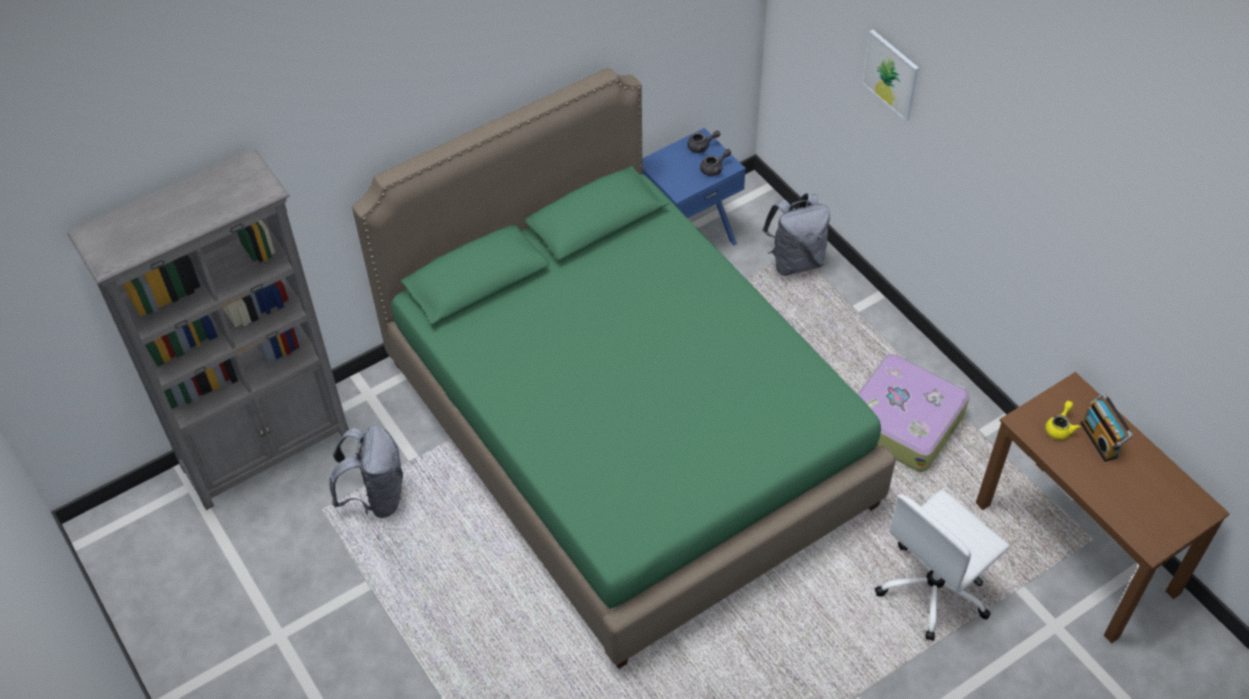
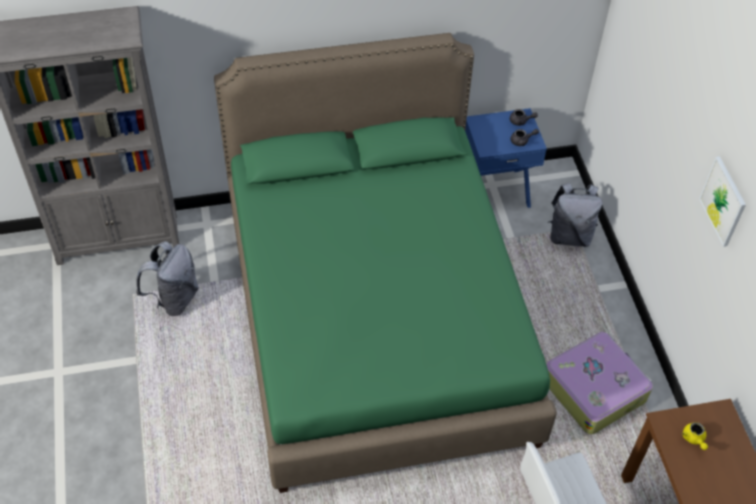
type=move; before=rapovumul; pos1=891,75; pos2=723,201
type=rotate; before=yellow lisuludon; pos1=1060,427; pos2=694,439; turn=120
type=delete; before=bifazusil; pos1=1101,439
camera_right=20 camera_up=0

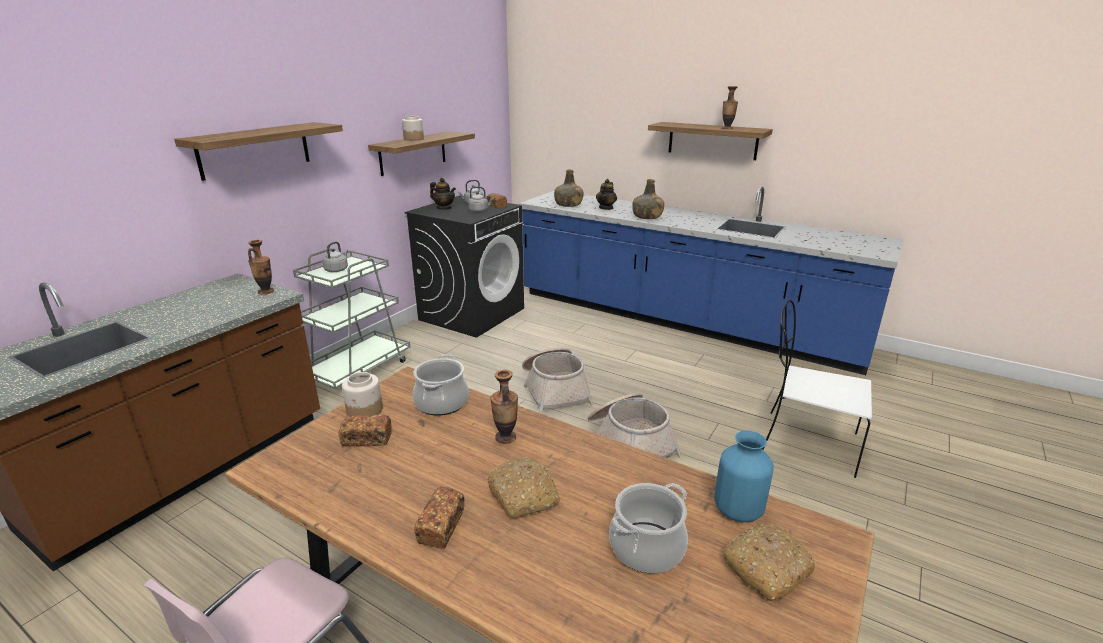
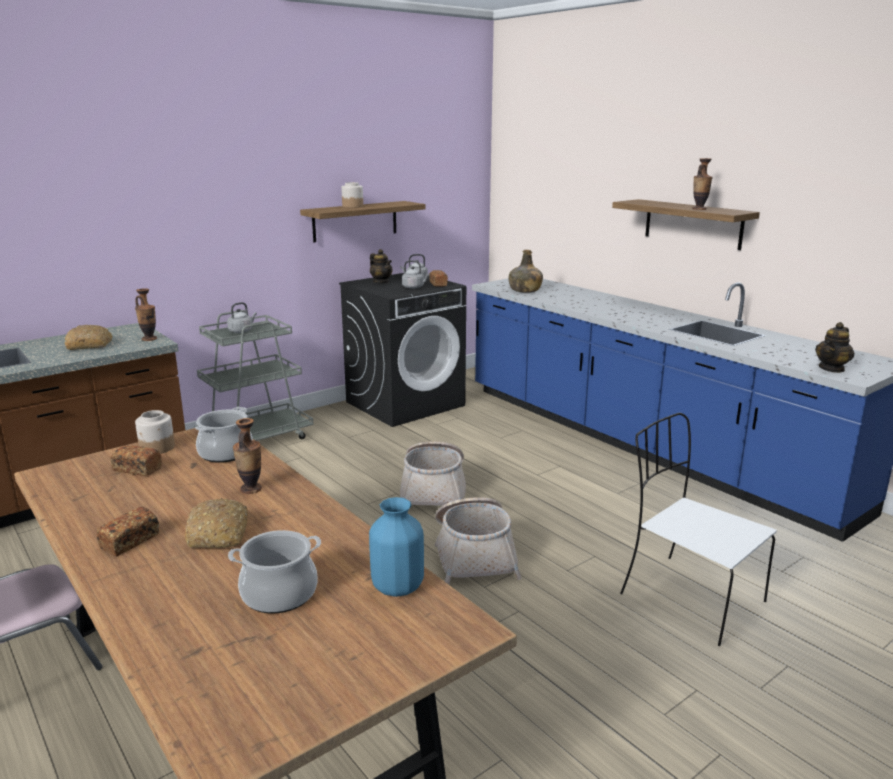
type=delete; before=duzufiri; pos1=255,150
type=move; before=lisuludon; pos1=606,208; pos2=832,368
type=delete; before=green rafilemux; pos1=647,216
type=move; before=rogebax; pos1=767,567; pos2=90,345
camera_right=20 camera_up=-5

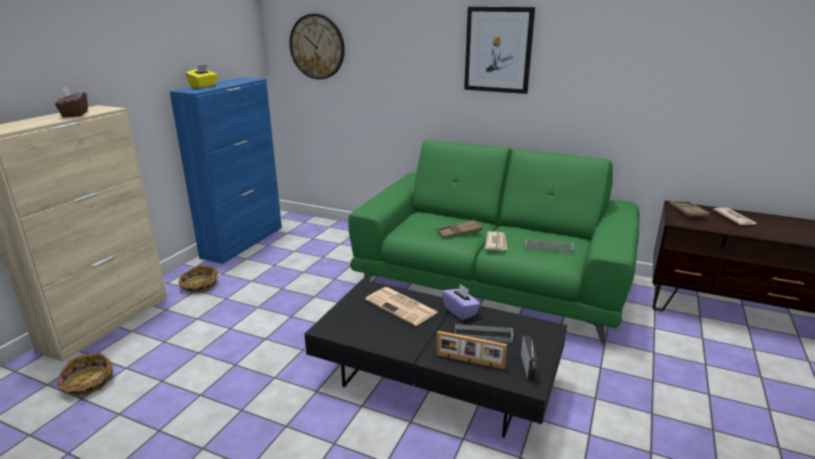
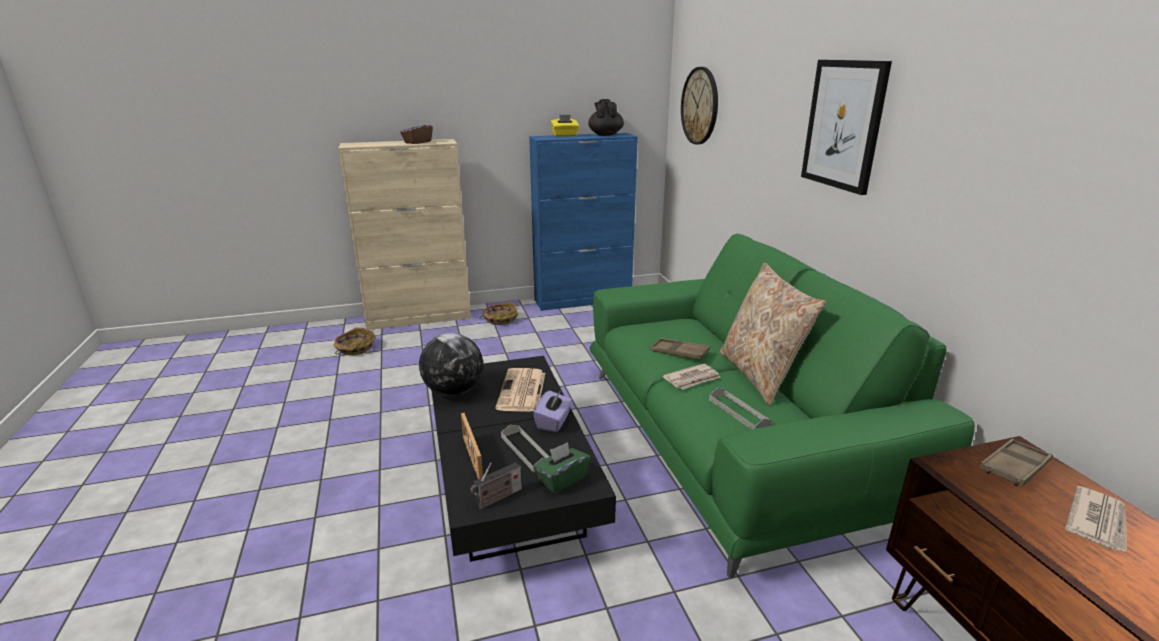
type=insert; after=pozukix; pos2=453,391
type=insert; after=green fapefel; pos2=562,480
type=insert; after=black lisuludon; pos2=605,135
type=insert; after=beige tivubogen; pos2=760,375
camera_right=50 camera_up=0

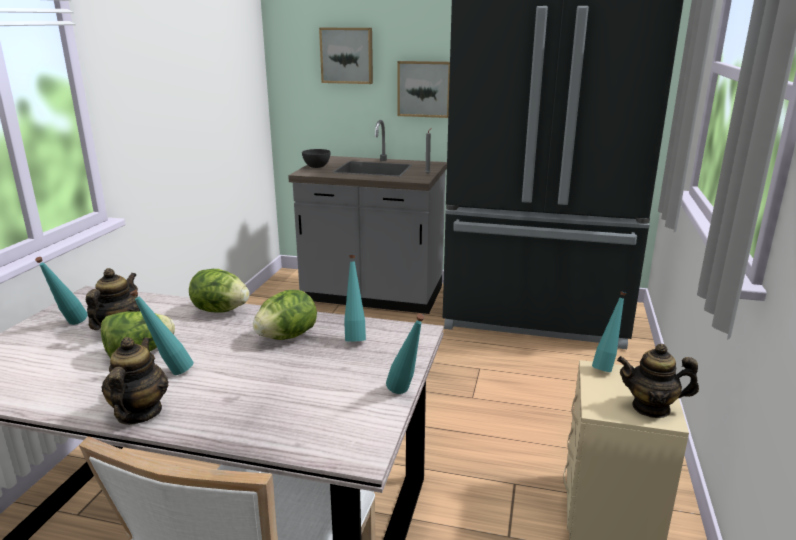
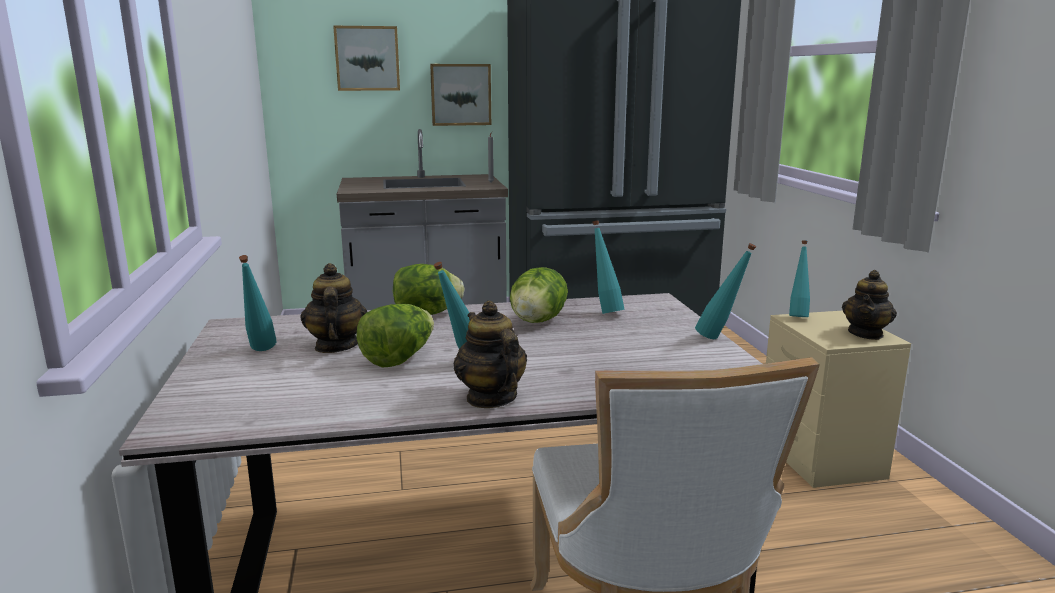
type=delete; before=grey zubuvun; pos1=317,167
type=rotate; before=lisuludon; pos1=651,407; pos2=866,334; turn=-45
camera_right=-25 camera_up=-5

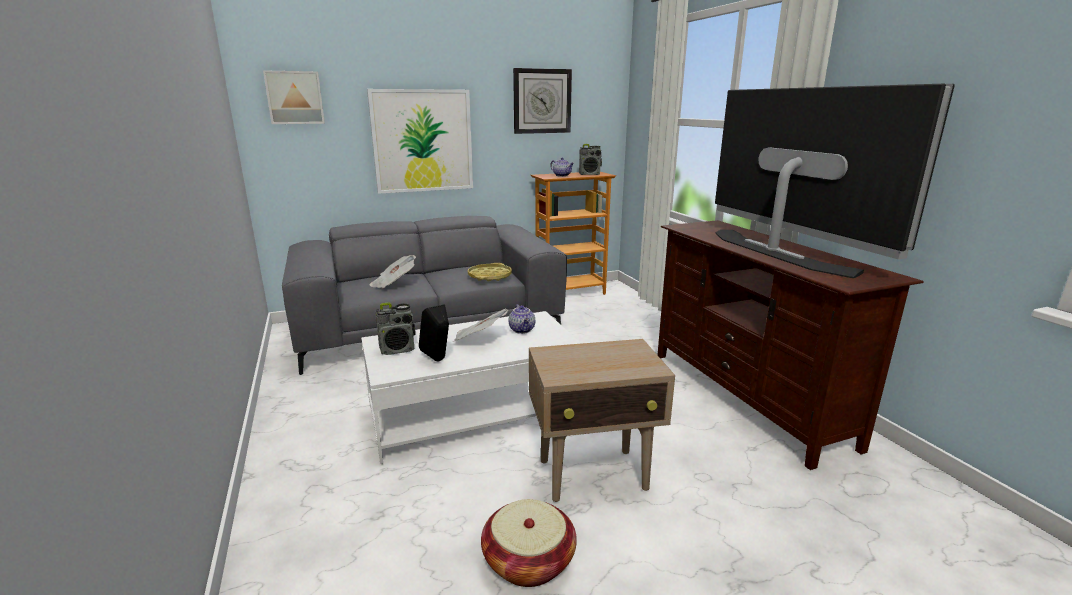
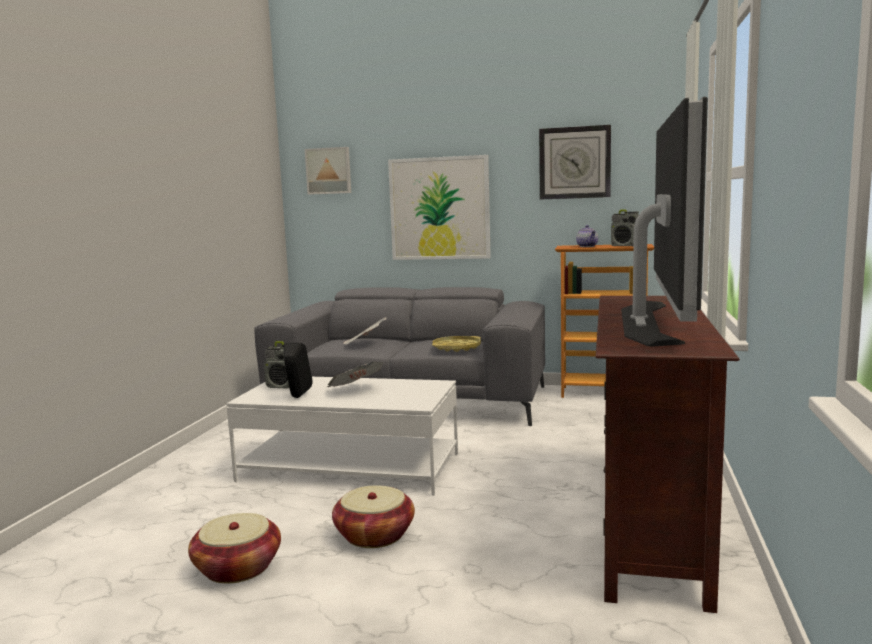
type=delete; before=lisuludon; pos1=522,330
type=replace; before=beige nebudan; after=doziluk; pos1=594,475; pos2=374,535
camera_right=35 camera_up=-10

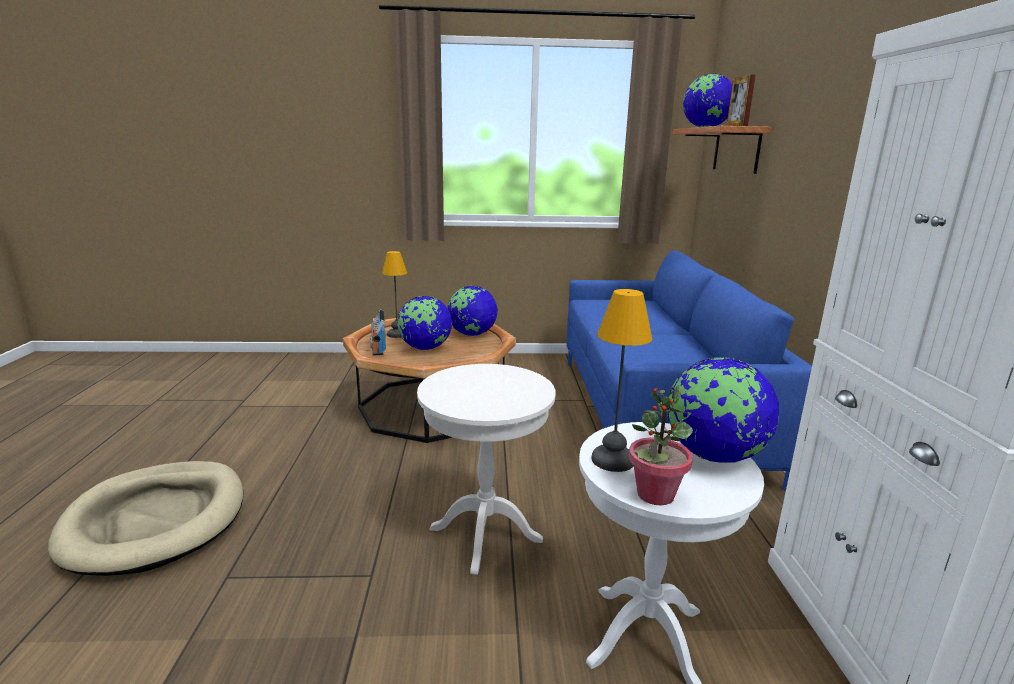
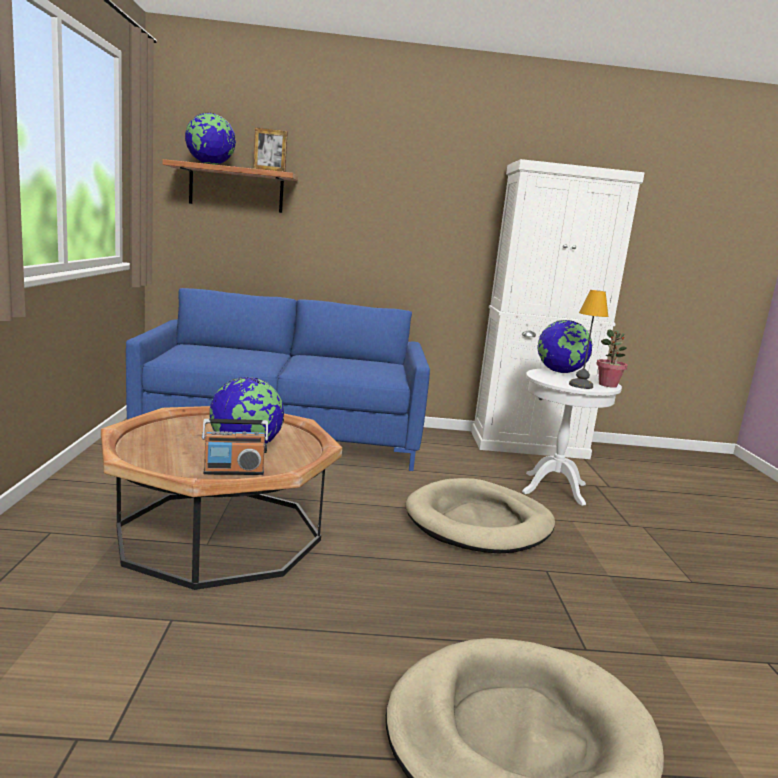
type=delete; before=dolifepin; pos1=397,334
type=replace; before=white nebudan; after=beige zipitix; pos1=485,534; pos2=479,522
type=delete; before=pozukix; pos1=472,334
camera_right=-90 camera_up=-5

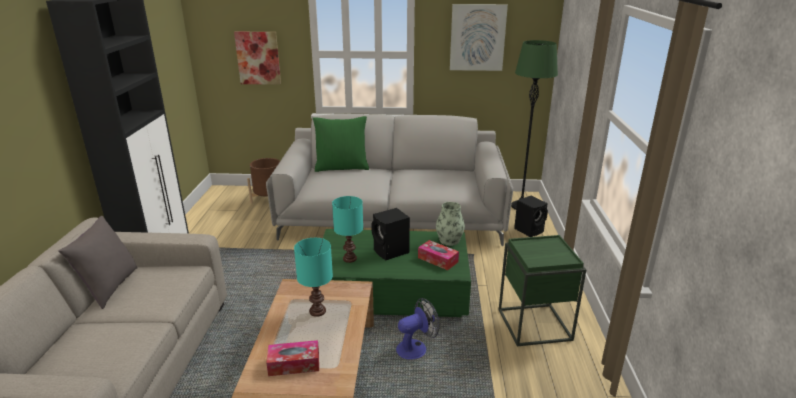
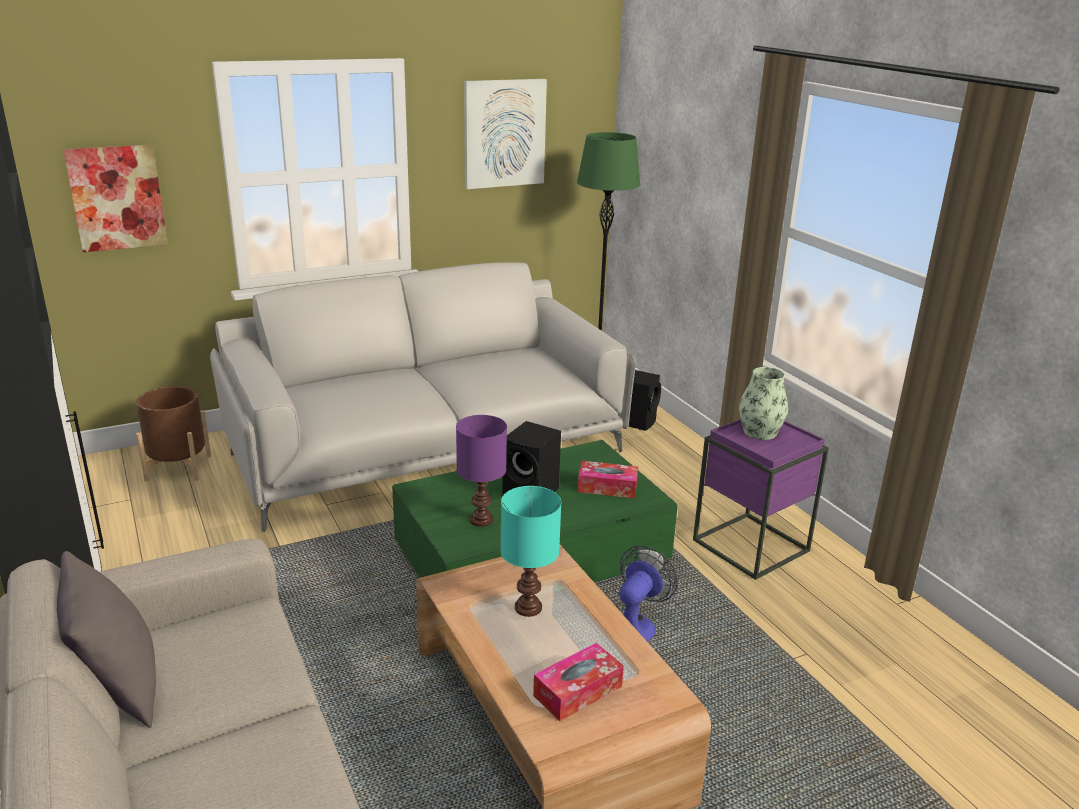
type=delete; before=green tivubogen; pos1=342,167
type=recolor; before=turquoise dolifepin; after=purple dolifepin; pos1=349,259; pos2=481,520
type=move; before=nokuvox; pos1=449,240; pos2=759,432
type=recolor; before=green nebudan; after=purple nebudan; pos1=534,324; pos2=750,545
camera_right=-30 camera_up=0

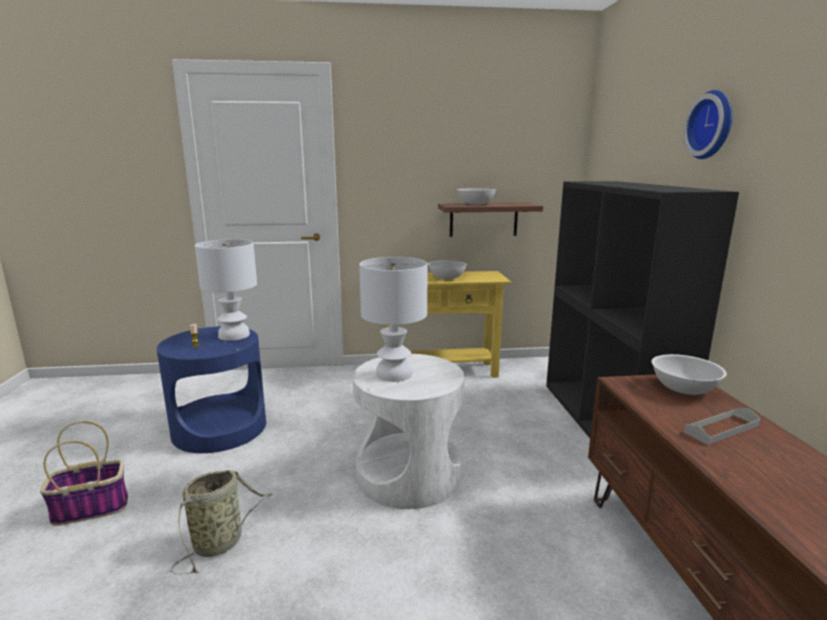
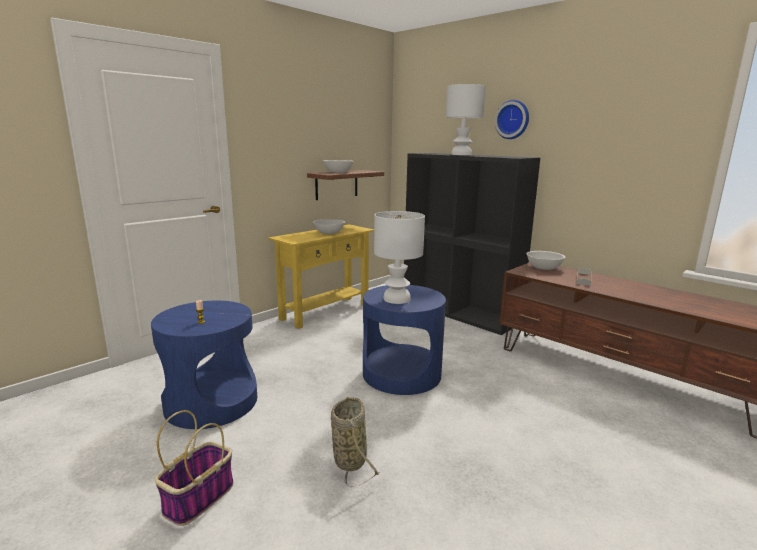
type=move; before=white dolifepin; pos1=235,335; pos2=462,154
type=recolor; before=white nebudan; after=blue nebudan; pos1=409,474; pos2=402,374
camera_right=-40 camera_up=0

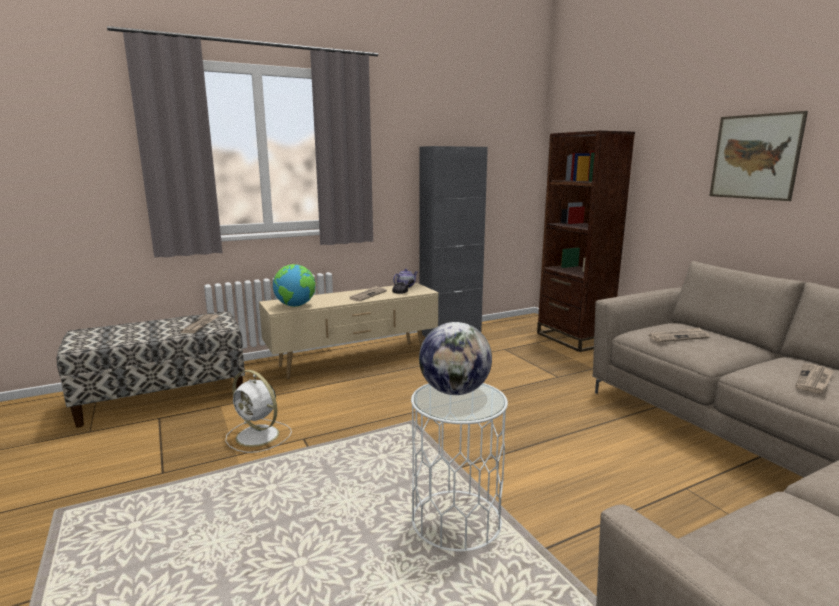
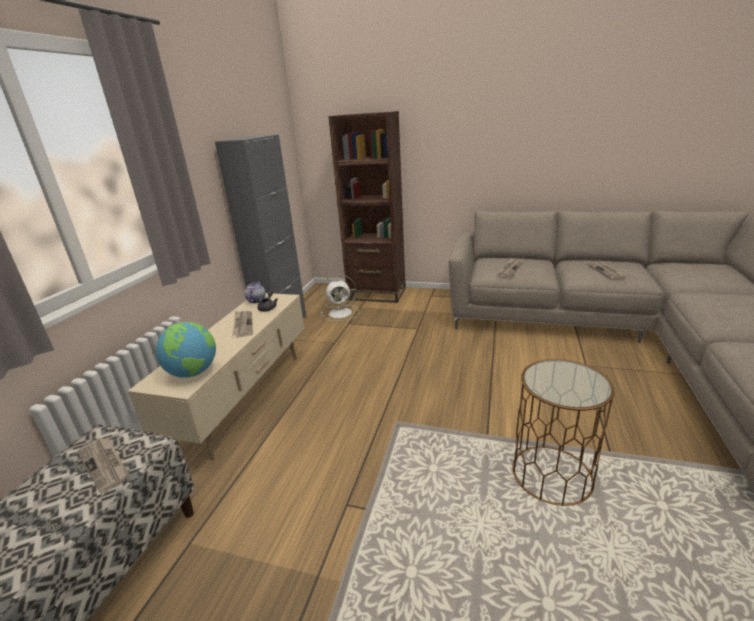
type=move; before=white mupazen; pos1=259,436; pos2=341,313
type=recolor; before=white nebudan; after=brown nebudan; pos1=456,520; pos2=552,475
type=delete; before=pozukix; pos1=454,391
type=delete; before=rapovumul; pos1=755,157
camera_right=-45 camera_up=10

